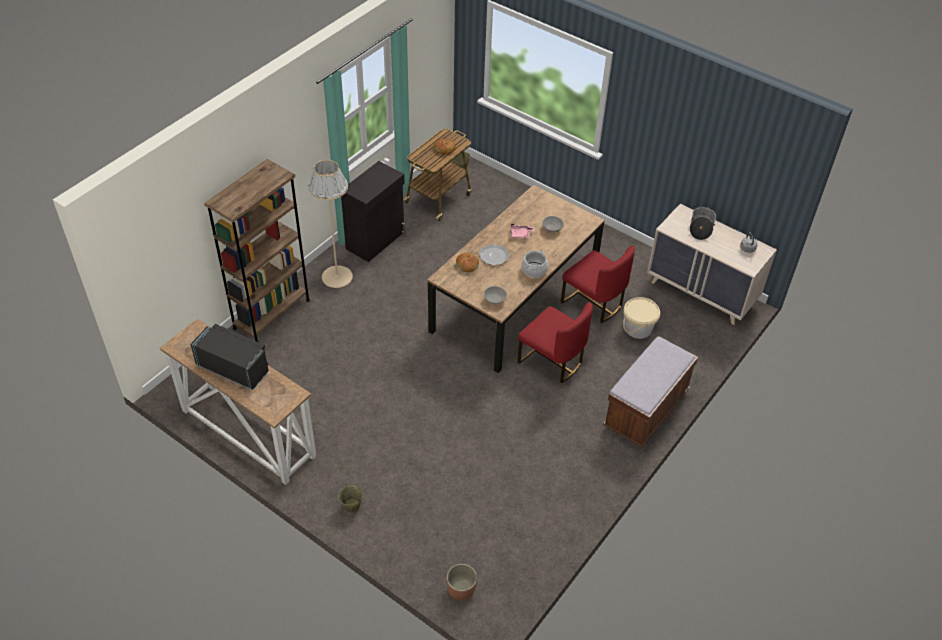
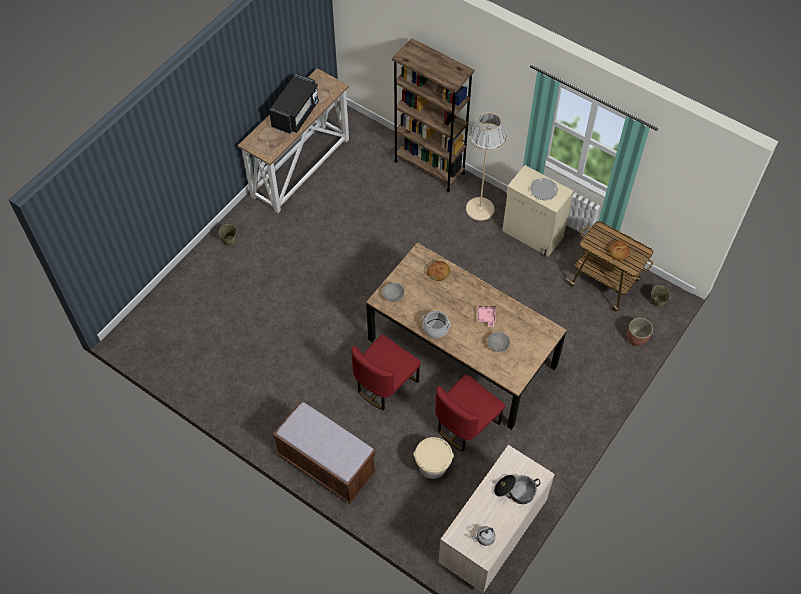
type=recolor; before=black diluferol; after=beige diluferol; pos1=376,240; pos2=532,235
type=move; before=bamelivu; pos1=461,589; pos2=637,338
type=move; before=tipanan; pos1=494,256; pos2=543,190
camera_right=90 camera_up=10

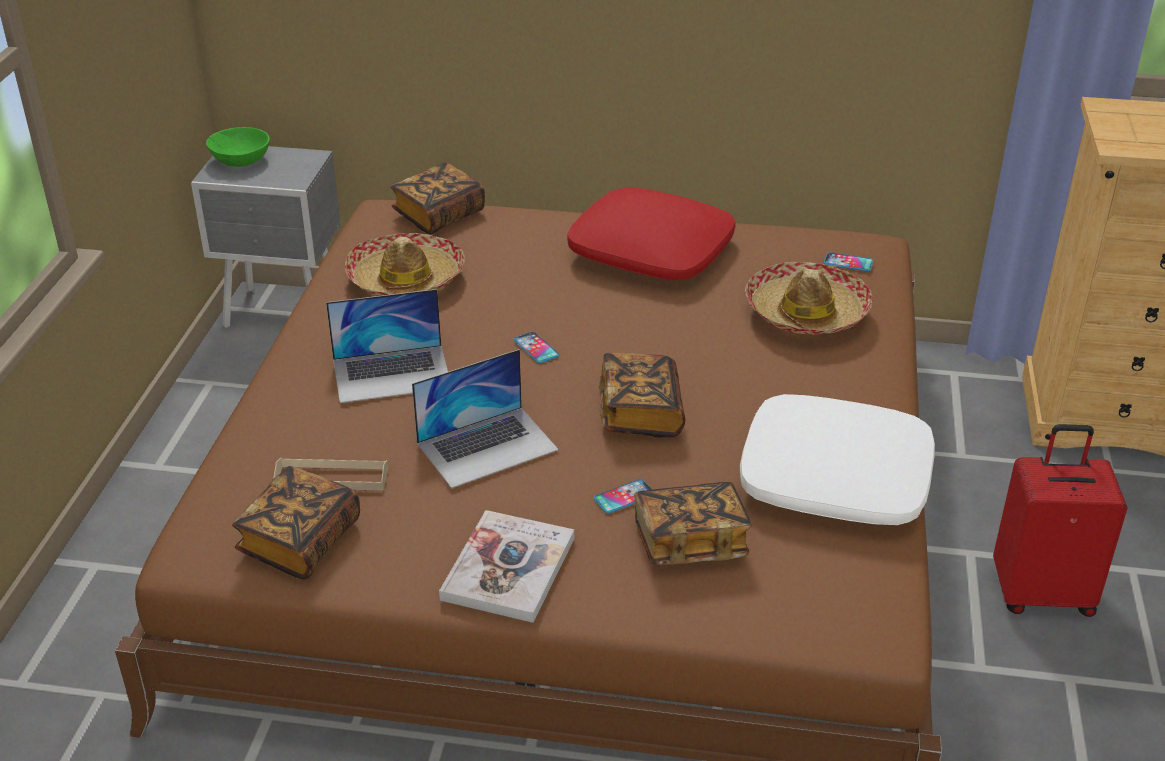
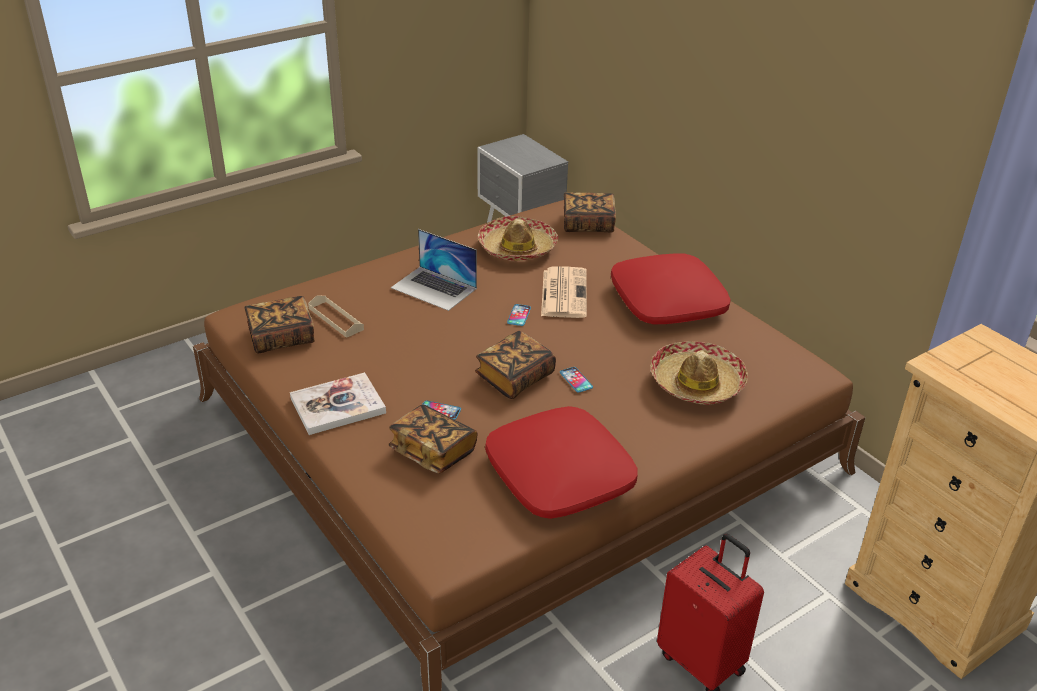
type=delete; before=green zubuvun; pos1=240,160
type=delete; before=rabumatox; pos1=487,446
type=recolor; before=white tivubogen; after=red tivubogen; pos1=835,477; pos2=560,475
type=move; before=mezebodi; pos1=848,263; pos2=576,380
type=insert; after=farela; pos2=563,293
camera_right=45 camera_up=0

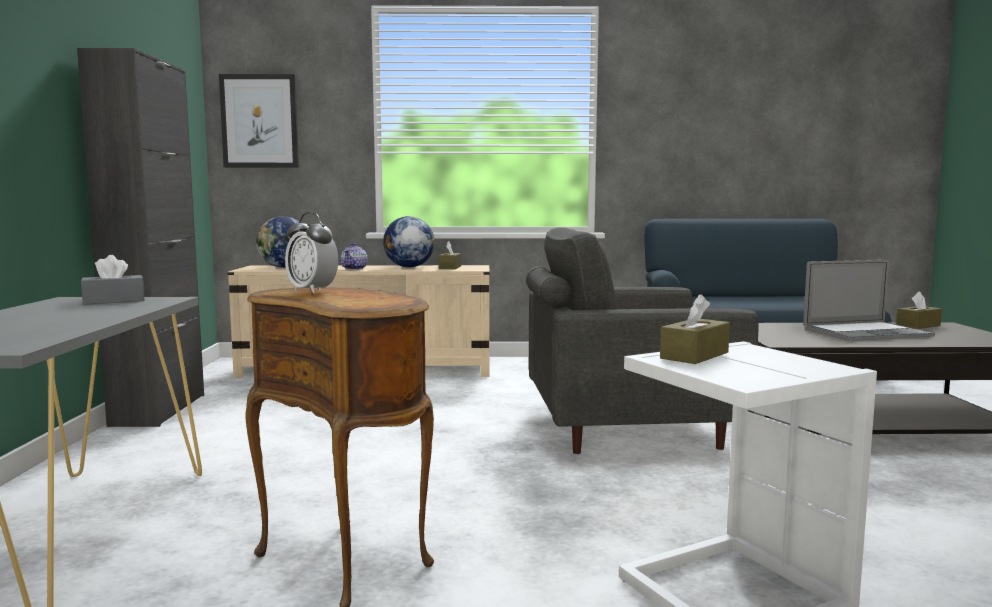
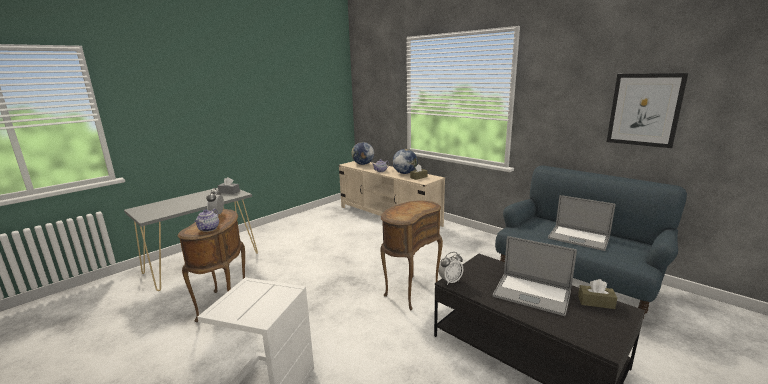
type=delete; before=black diluferol; pos1=159,410
type=move; before=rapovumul; pos1=260,121; pos2=644,110
type=replace; before=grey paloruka; after=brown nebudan; pos1=625,429; pos2=410,291
type=delete; before=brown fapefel; pos1=694,355
type=insert; after=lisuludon; pos2=208,229
type=insert; after=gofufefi; pos2=450,281
type=insert; after=rabumatox; pos2=578,238
camera_right=45 camera_up=10

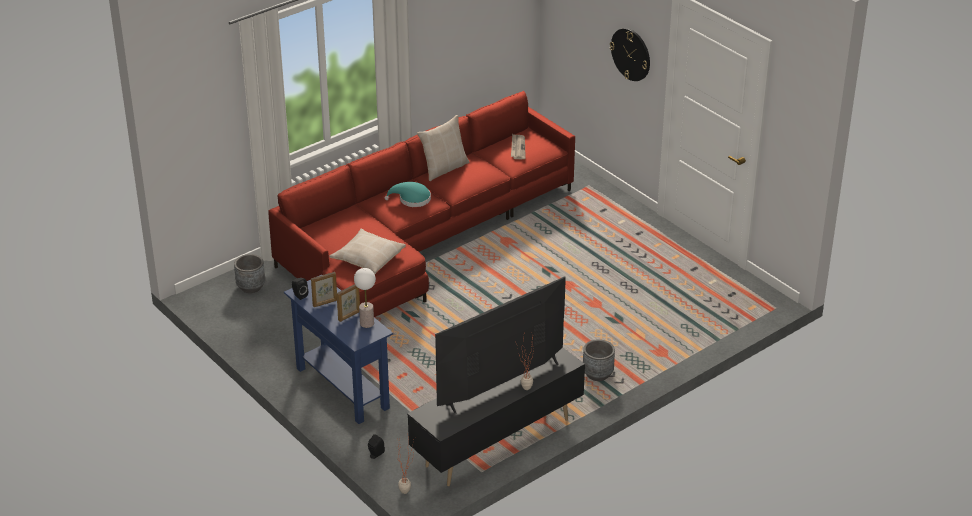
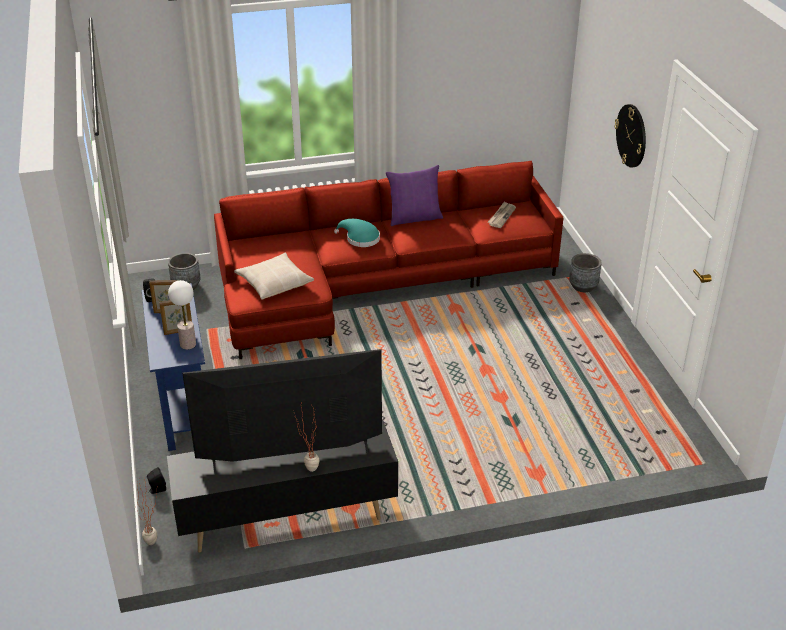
type=recolor; before=beige tivubogen; after=purple tivubogen; pos1=444,168; pos2=414,218
type=move; before=grey bamelivu; pos1=598,374; pos2=583,287
camera_right=25 camera_up=0

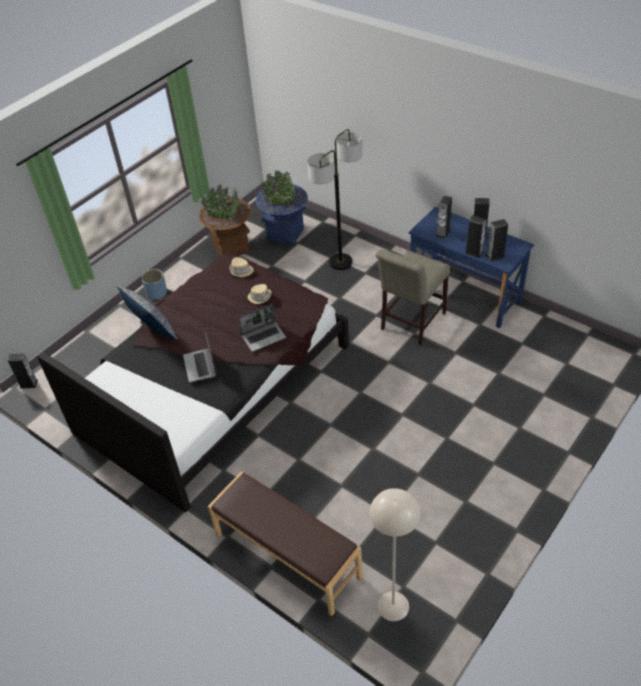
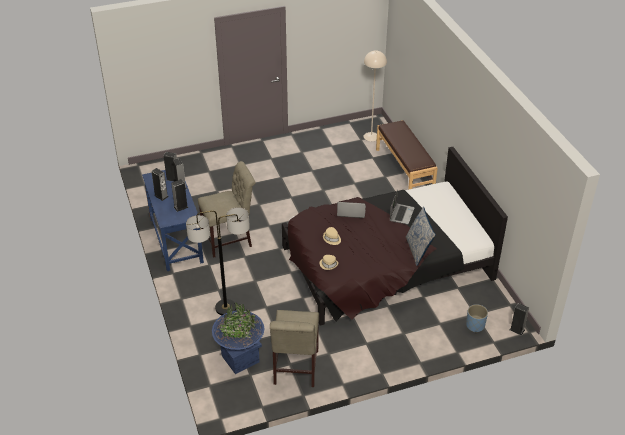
type=move; before=blue bamelivu; pos1=157,293; pos2=475,326
type=replace; before=brown bamelivu; after=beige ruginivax; pos1=231,248; pos2=295,370
camera_right=-150 camera_up=-5

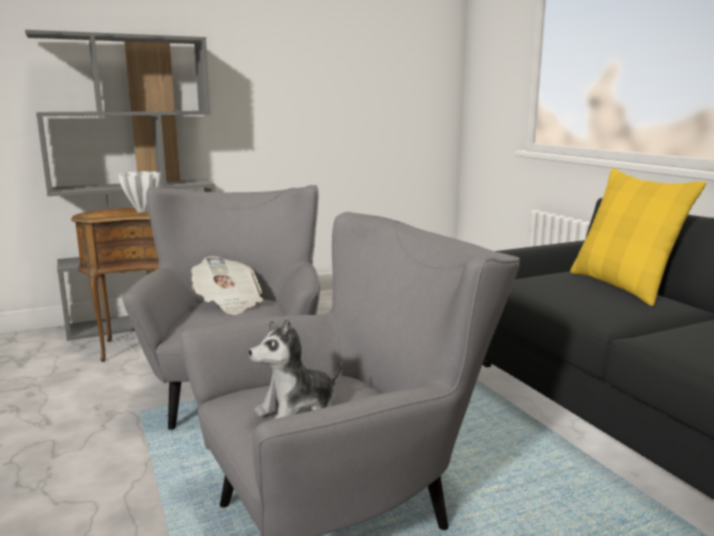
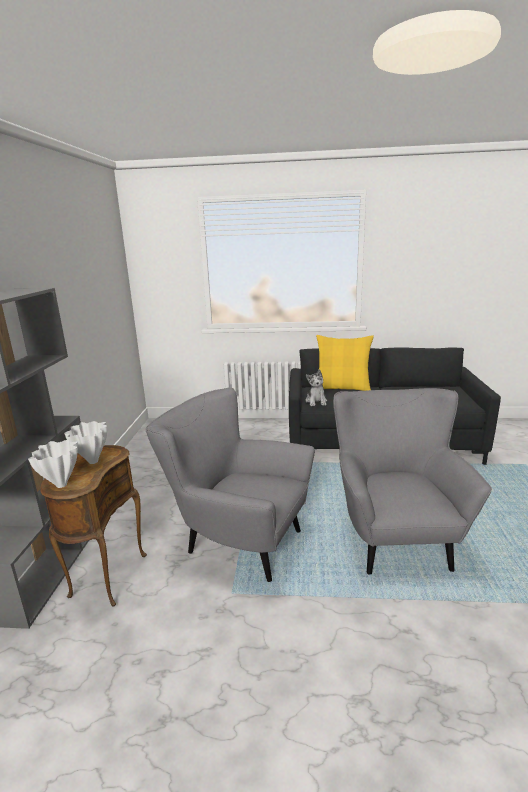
type=delete; before=farela; pos1=228,303
type=move; before=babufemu; pos1=297,412; pos2=316,401
type=insert; after=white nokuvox; pos2=62,484
camera_right=-60 camera_up=5

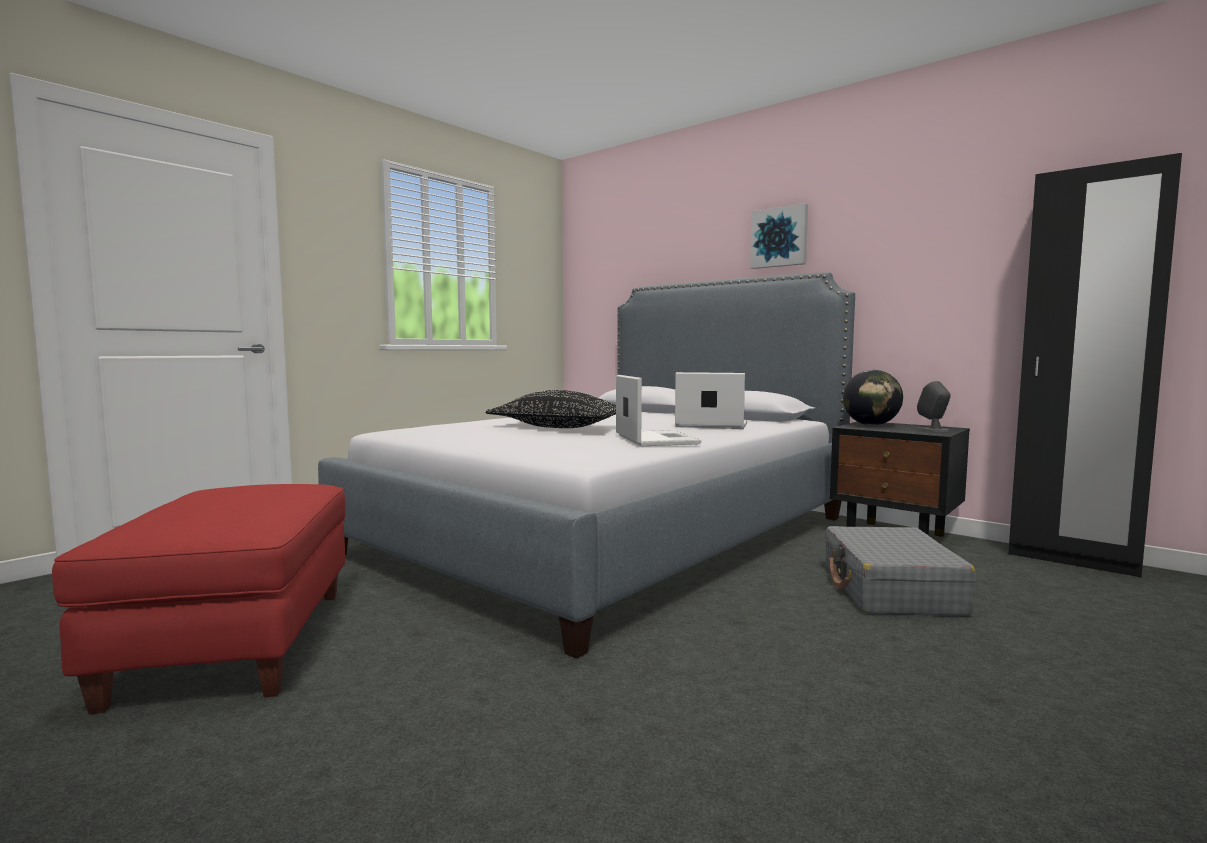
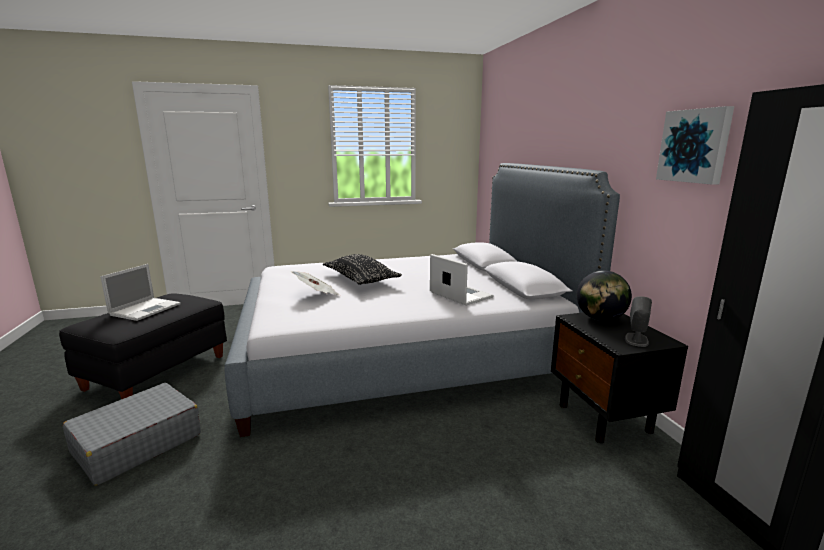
type=recolor; before=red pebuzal; after=black pebuzal; pos1=233,644; pos2=156,371
type=move; before=rabumatox; pos1=655,439; pos2=146,309
type=move; before=rapovumul; pos1=779,237; pos2=695,146
type=move; before=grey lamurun; pos1=891,590; pos2=137,443
type=insert; after=farela; pos2=317,295
camera_right=35 camera_up=10

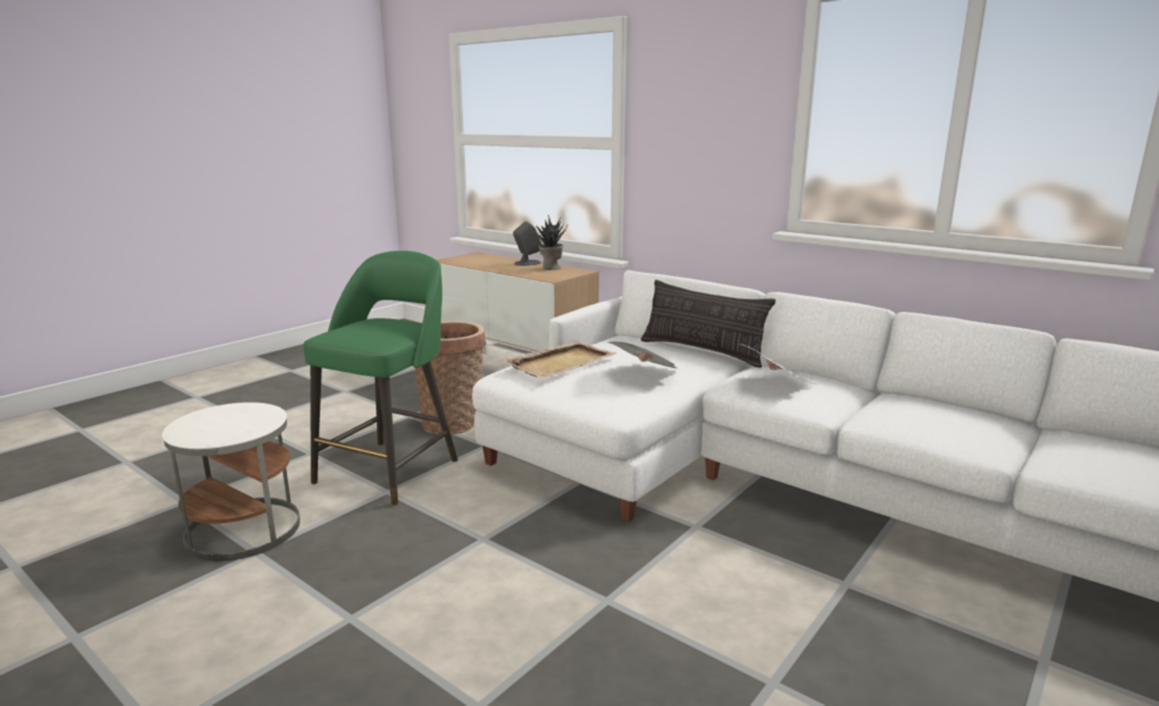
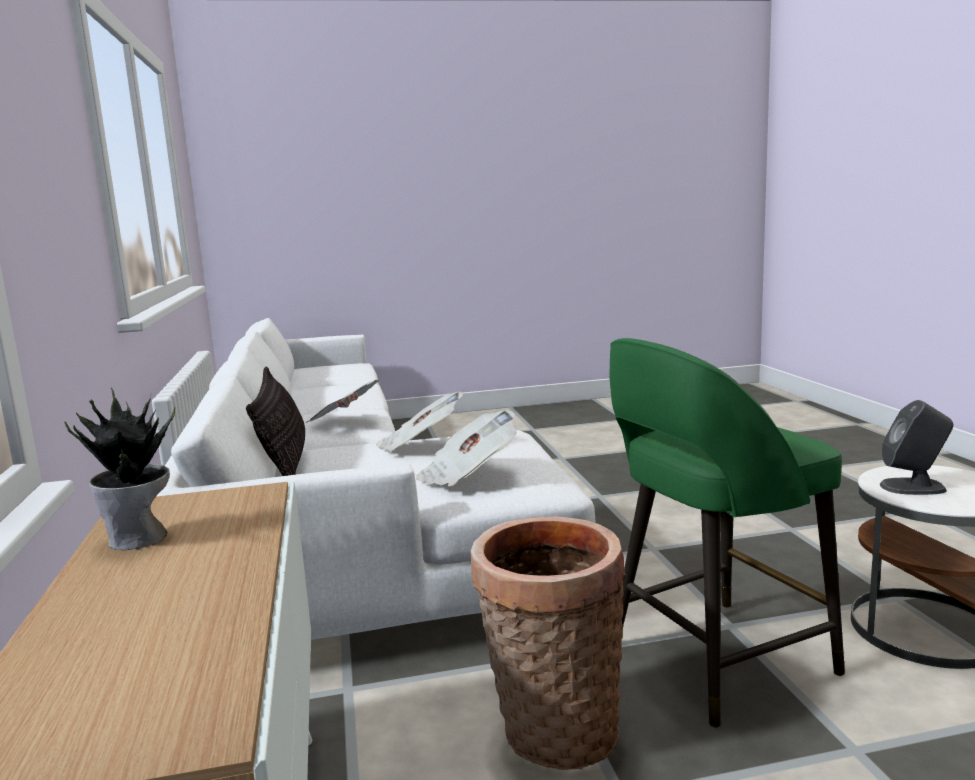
type=replace; before=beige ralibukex; after=farela; pos1=561,363; pos2=468,474
type=move; before=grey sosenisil; pos1=527,263; pos2=913,487
camera_right=-140 camera_up=-5

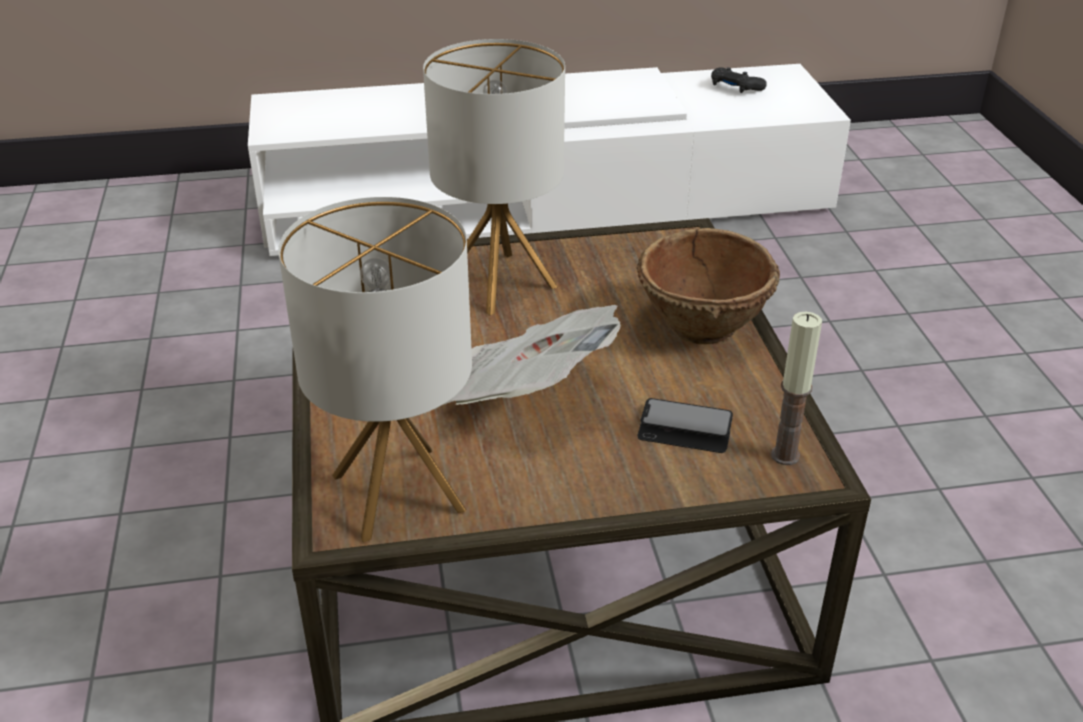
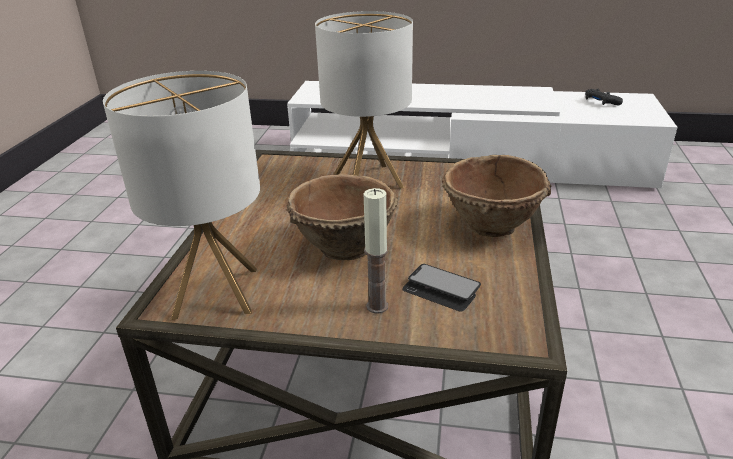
type=replace; before=farela; after=brown zubuvun; pos1=528,393; pos2=343,247
type=move; before=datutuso; pos1=785,455; pos2=377,306
camera_right=20 camera_up=-5

